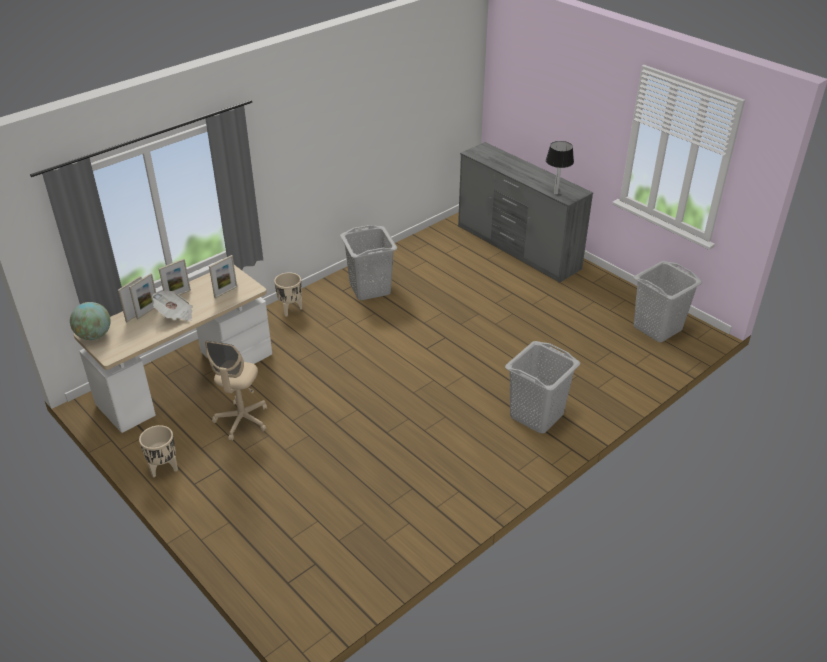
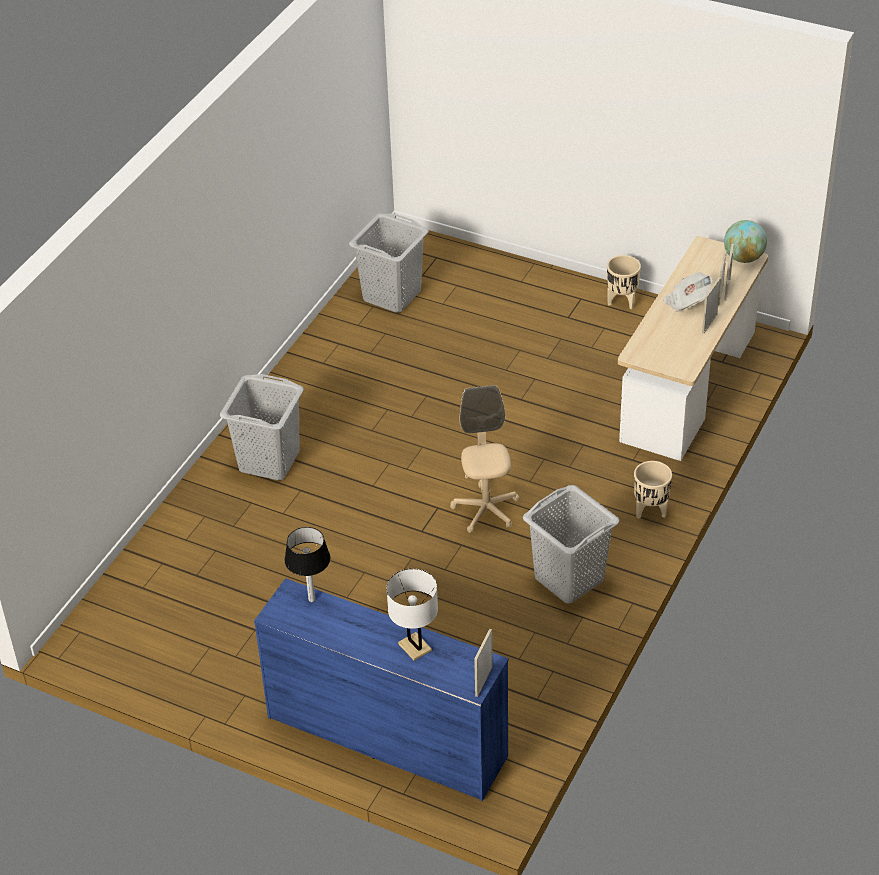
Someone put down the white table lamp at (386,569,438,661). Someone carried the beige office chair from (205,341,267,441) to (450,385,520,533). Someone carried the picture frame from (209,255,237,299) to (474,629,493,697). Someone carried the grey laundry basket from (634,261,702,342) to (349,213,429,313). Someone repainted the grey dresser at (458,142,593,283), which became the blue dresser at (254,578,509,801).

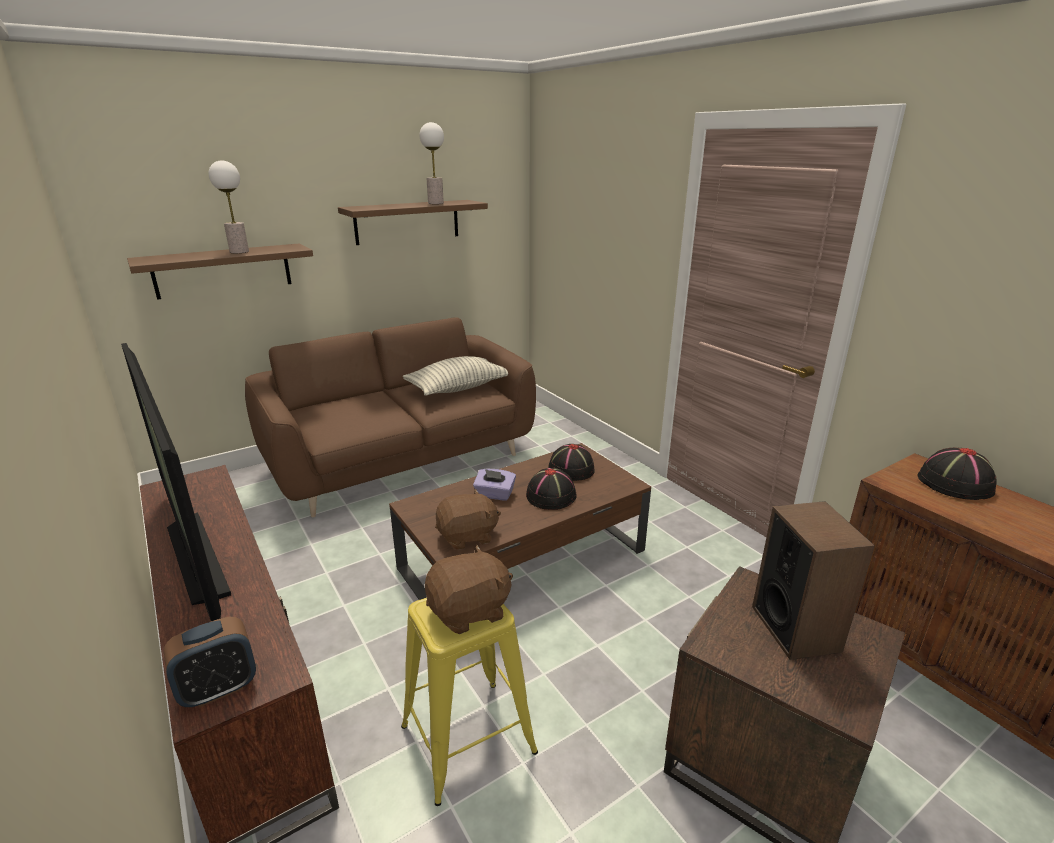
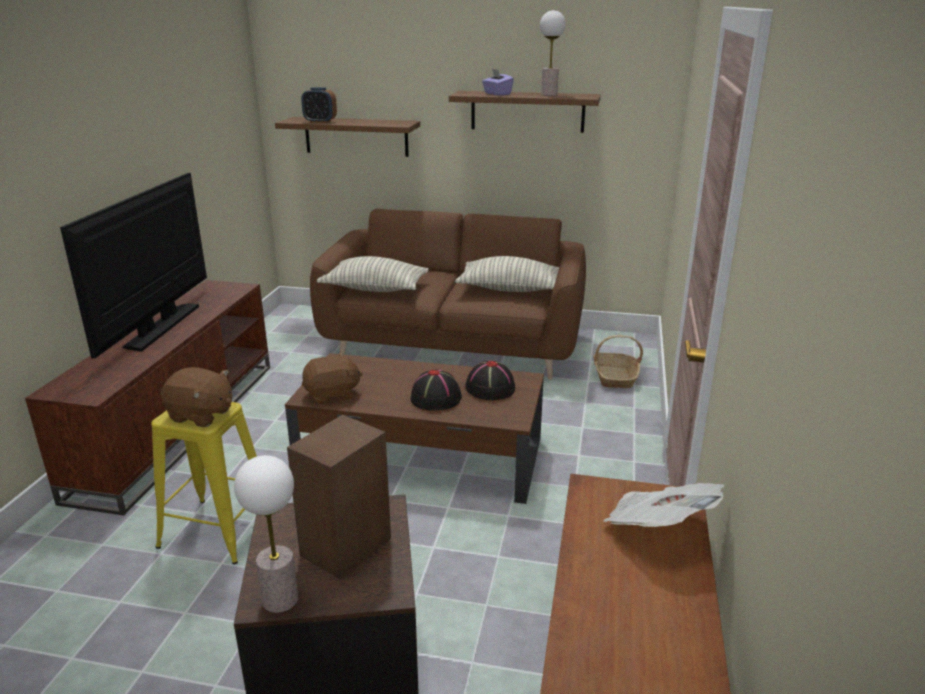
Someone put down the pillow at (317,256,429,292). Someone put down the basket at (593,335,643,388). Someone carried the alarm clock from (164,617,256,707) to (301,87,337,123). Someone carried the table lamp from (209,161,249,253) to (234,455,298,613). Someone carried the purple tissue box from (473,469,516,501) to (482,69,514,95). Someone swapped the black hat at (918,447,996,500) for the newspaper at (603,483,725,527). Someone rotated the brown plush toy at (435,489,501,550) by 45 degrees counterclockwise.

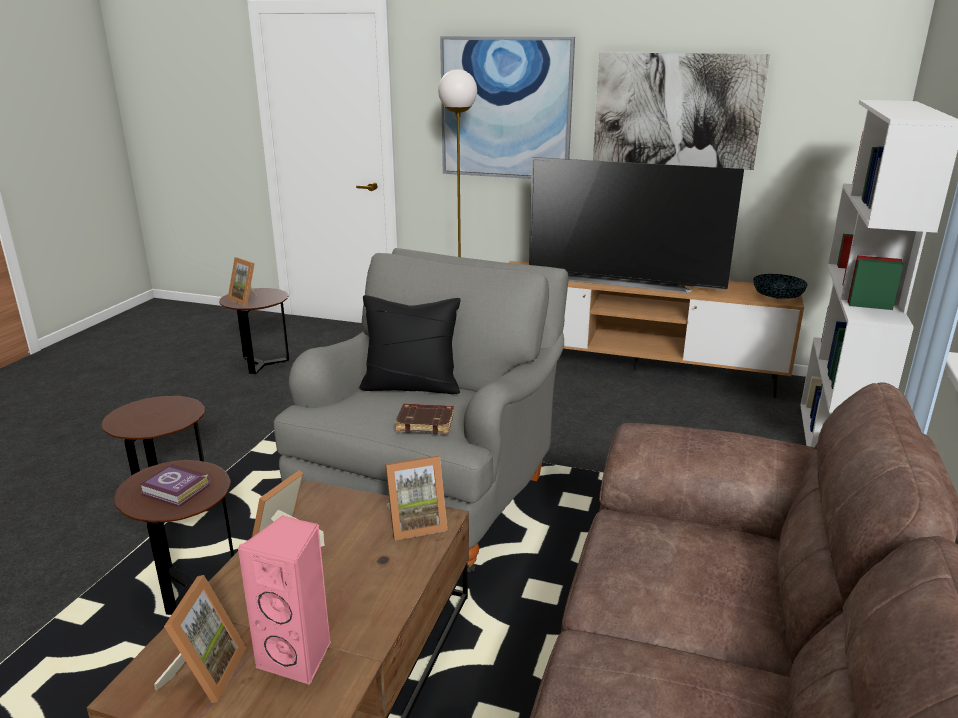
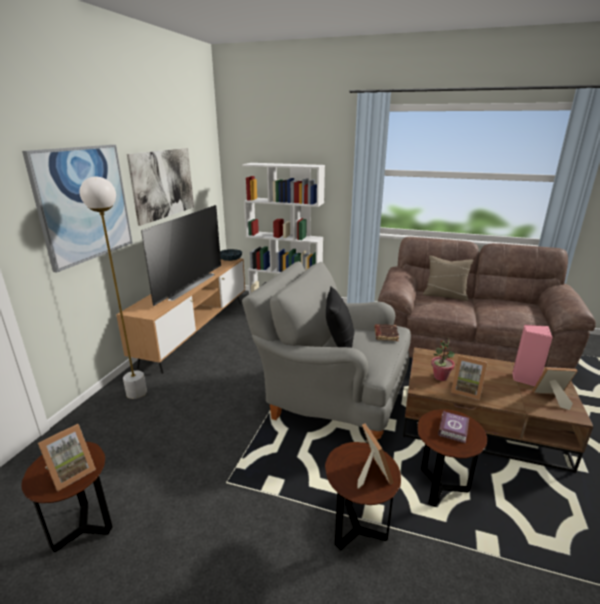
Someone put down the beige pillow at (423,255,473,301). Someone put down the potted plant at (431,339,455,381). Someone carried the picture frame from (385,456,448,541) to (357,423,394,489).

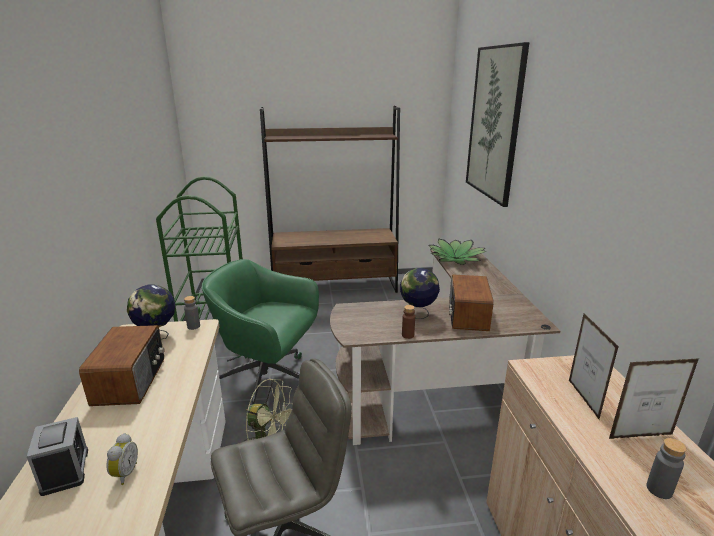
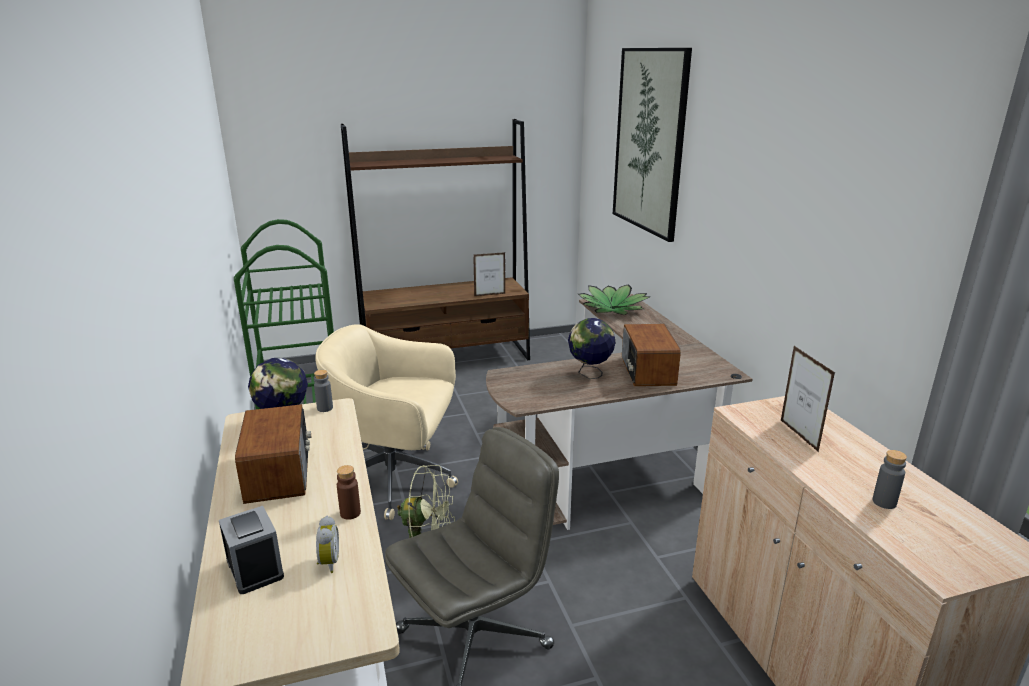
Someone carried the brown bottle from (402,305,415,339) to (337,465,361,520). Someone carried the picture frame from (609,359,699,439) to (473,252,505,297). Someone repainted the green office chair at (202,259,319,408), which became the beige office chair at (315,324,458,520).

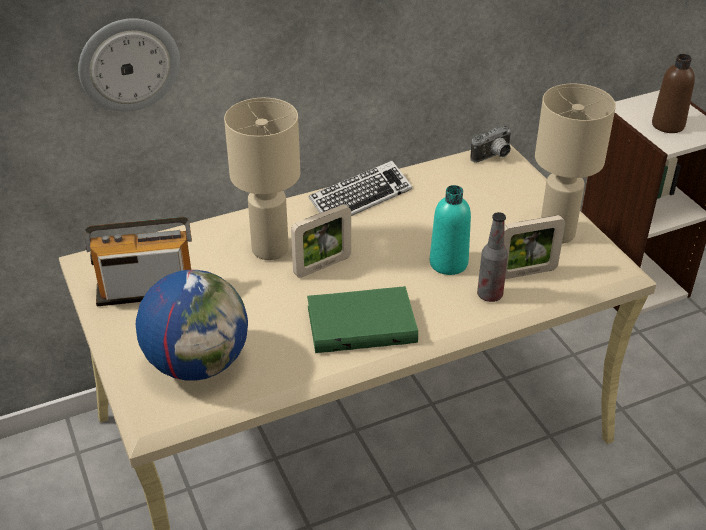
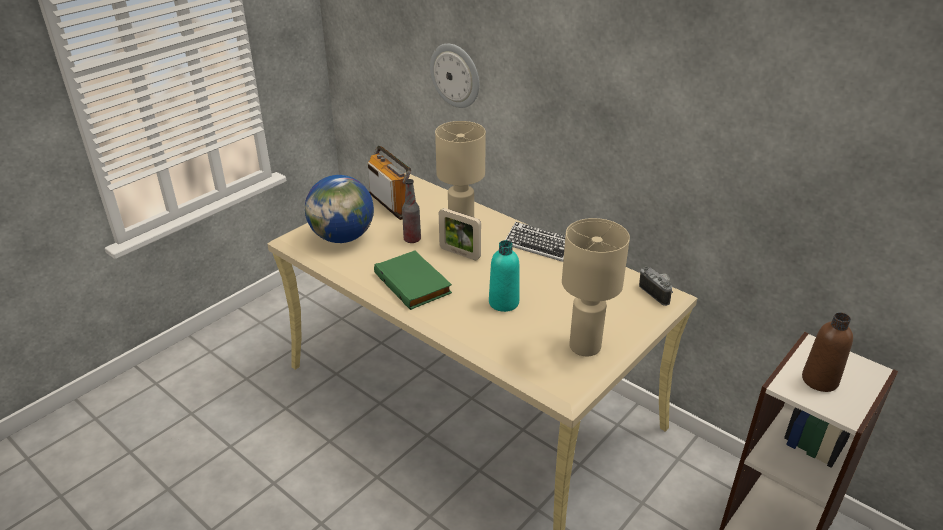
Someone took away the picture frame at (504,215,565,279). Someone carried the bottle from (477,212,508,302) to (402,179,421,243). Someone rotated the photo camera at (470,125,512,163) by 150 degrees counterclockwise.

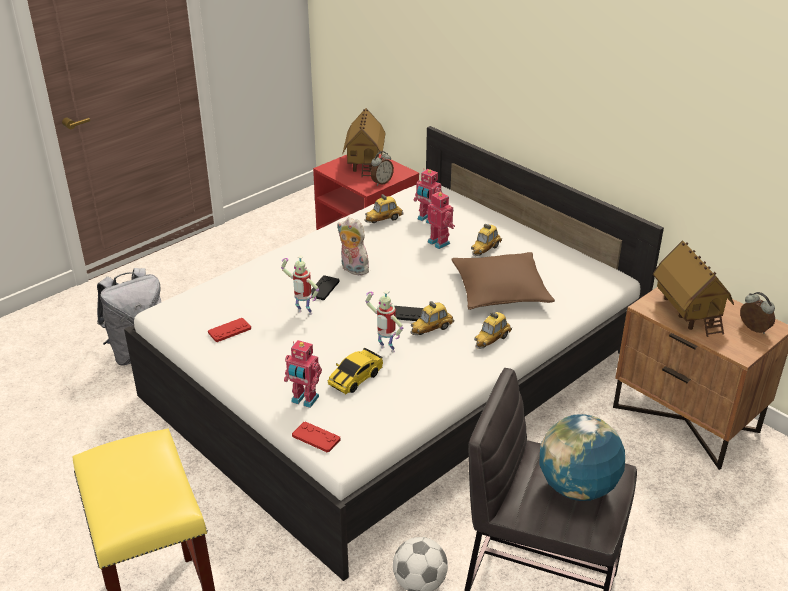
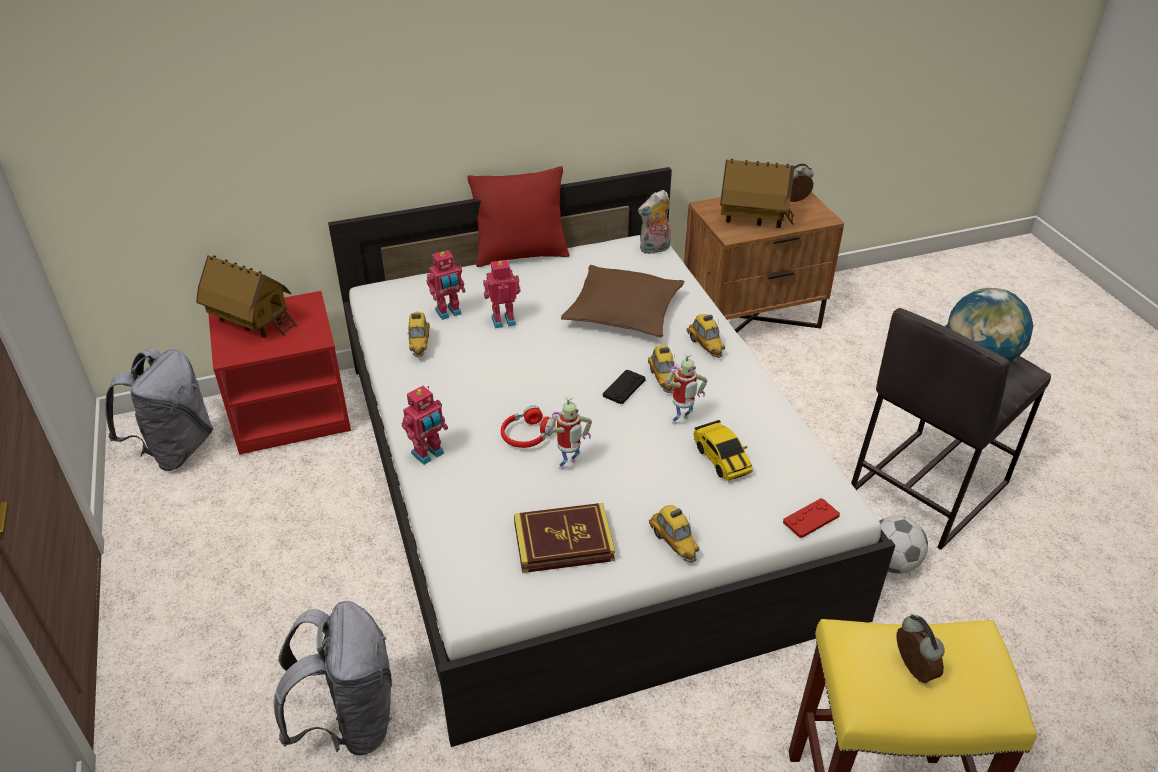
Someone put down the grey backpack at (105,348,213,471). Someone put down the red pillow at (468,166,570,267). Someone carried the toy robot from (284,340,322,408) to (402,386,448,465). Someone carried the plush toy from (337,217,369,275) to (638,190,671,254). Someone carried the alarm clock from (371,151,394,186) to (896,614,944,684). Someone carried the toy car from (471,224,502,256) to (649,505,700,563). Someone swapped the red game controller at (208,318,251,342) for the book at (514,503,615,573). Someone swapped the black game controller at (311,275,340,300) for the red headphones at (501,405,556,448).

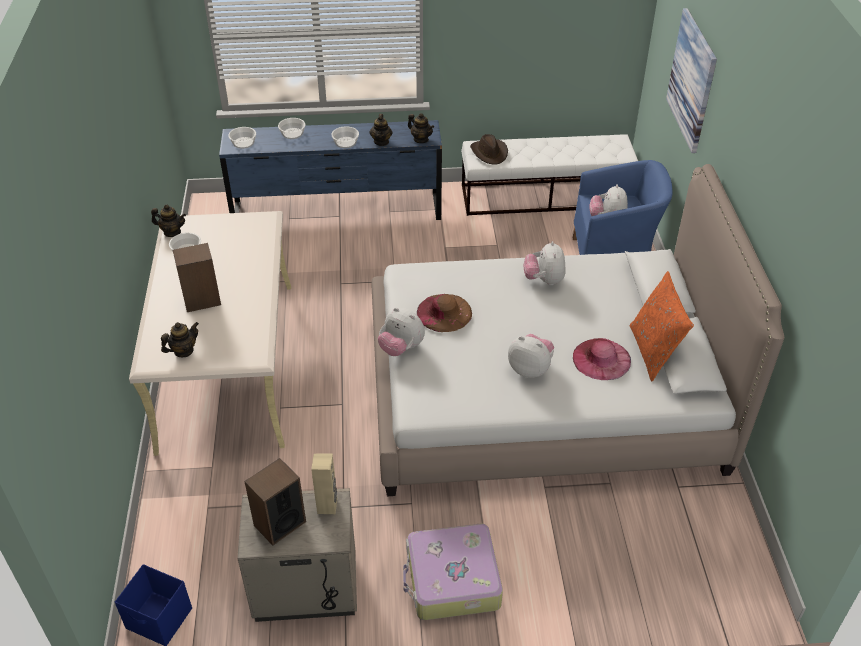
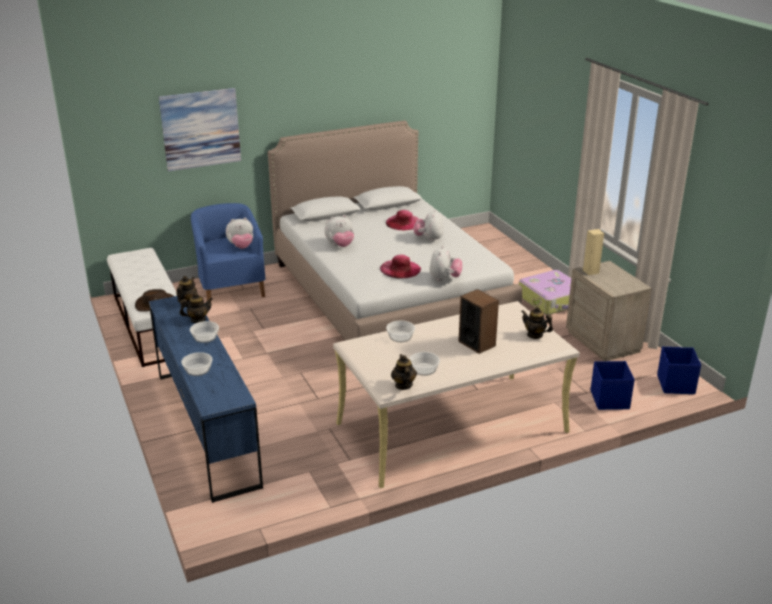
Someone took away the speaker at (244,458,306,546). Someone took away the orange pillow at (630,271,694,381). Someone put down the blue storage box at (591,361,635,410). Someone carried the bowl from (228,127,256,149) to (386,321,415,342). Someone repainted the brown hat at (417,294,472,332), which became the pink hat at (380,255,421,279).

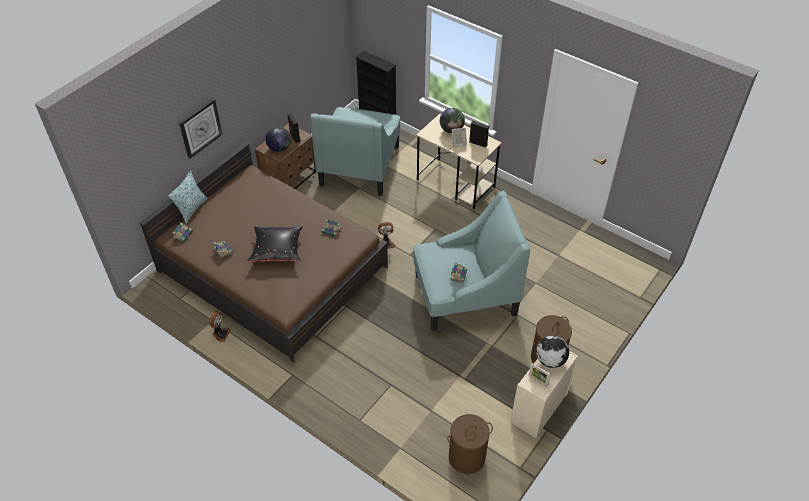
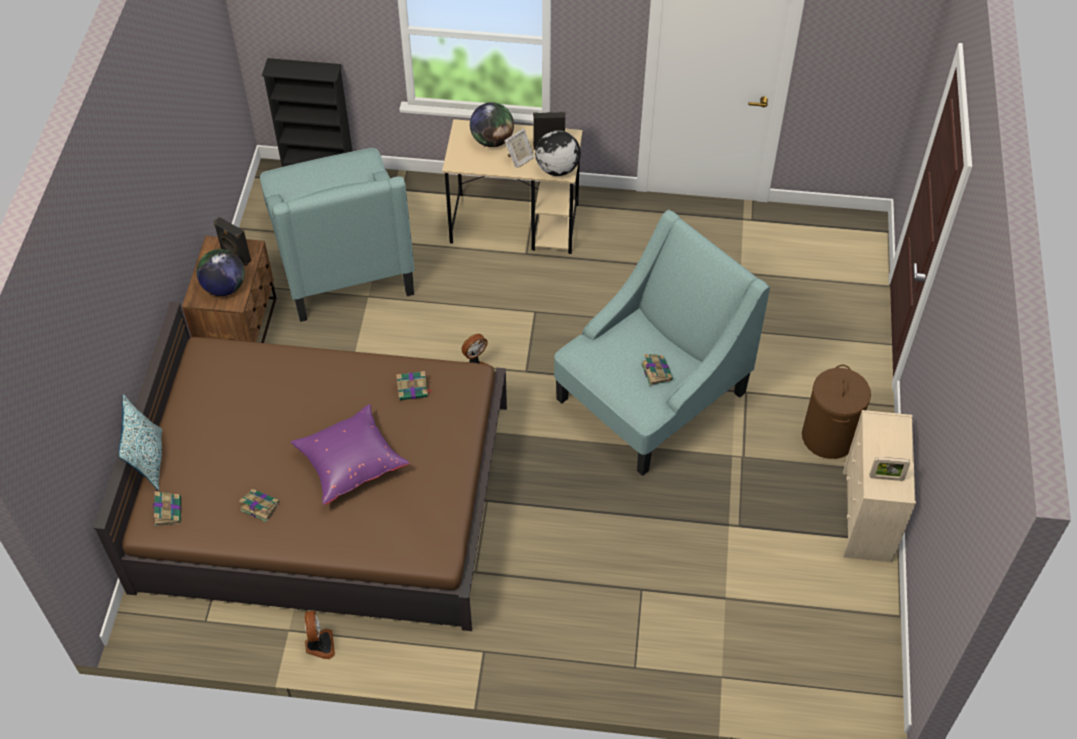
Someone took away the wall clock at (179,99,223,159). Someone took away the brown laundry basket at (447,414,493,474). Someone carried the globe from (536,335,569,368) to (535,130,581,176). Someone repainted the black pillow at (248,226,303,262), which became the purple pillow at (290,404,409,505).

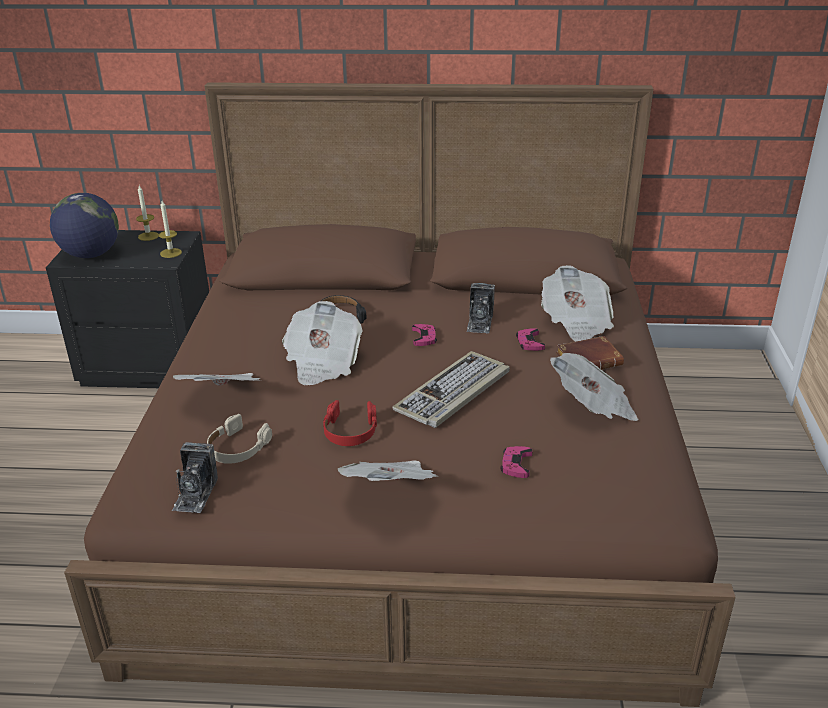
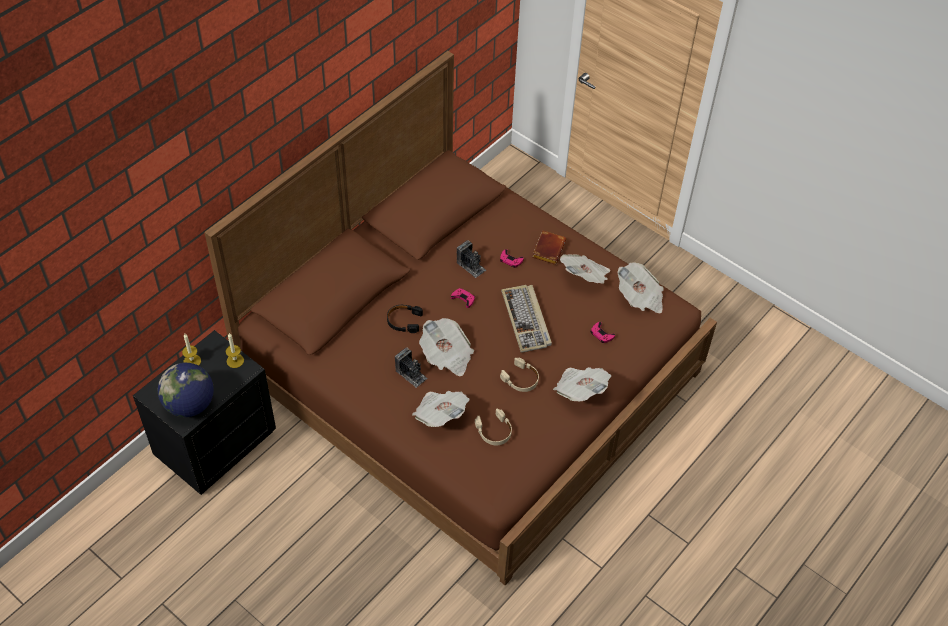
Someone carried the photo camera from (172,442,218,513) to (395,347,428,388). Someone carried the newspaper from (541,265,614,341) to (617,262,663,313). Someone repainted the red headphones at (324,400,377,446), which became the beige headphones at (500,358,539,392).

